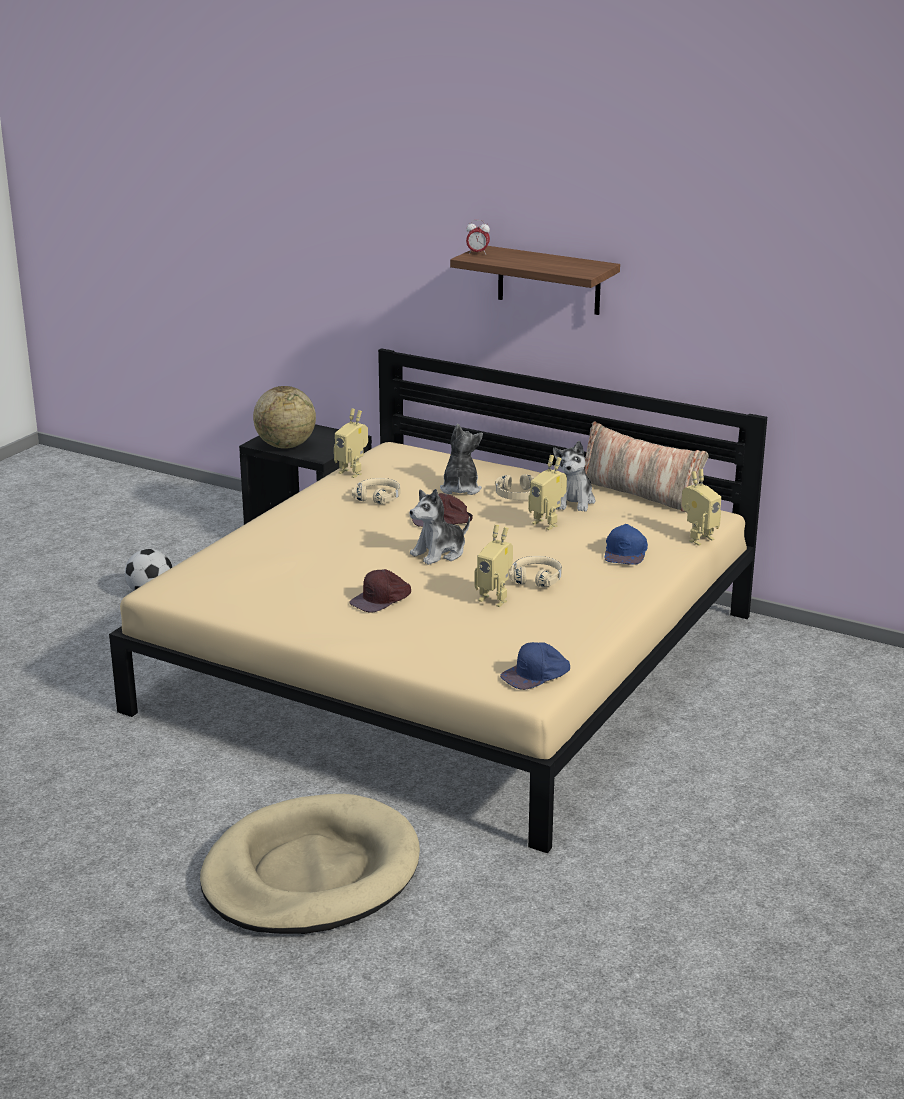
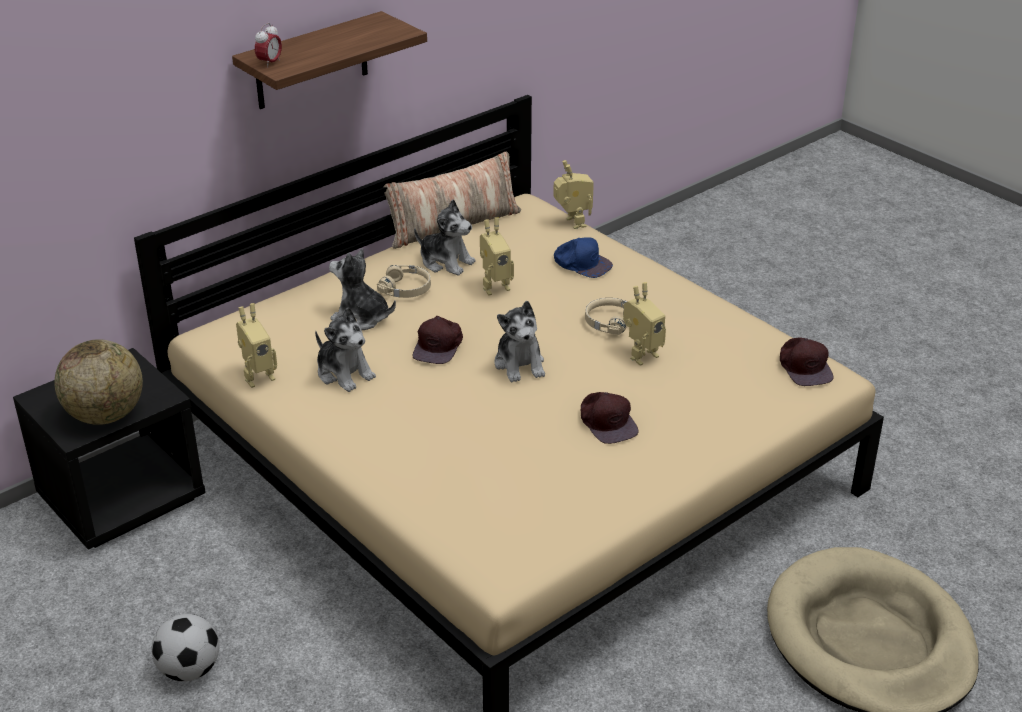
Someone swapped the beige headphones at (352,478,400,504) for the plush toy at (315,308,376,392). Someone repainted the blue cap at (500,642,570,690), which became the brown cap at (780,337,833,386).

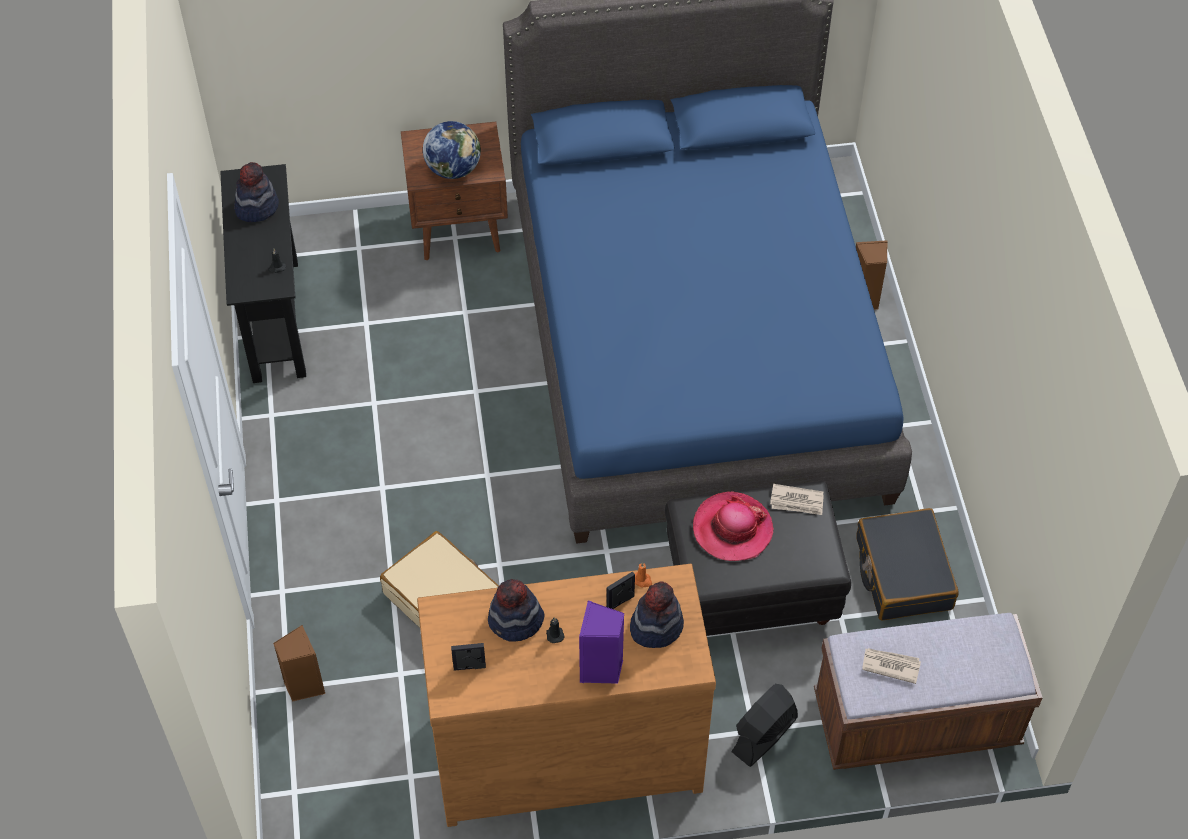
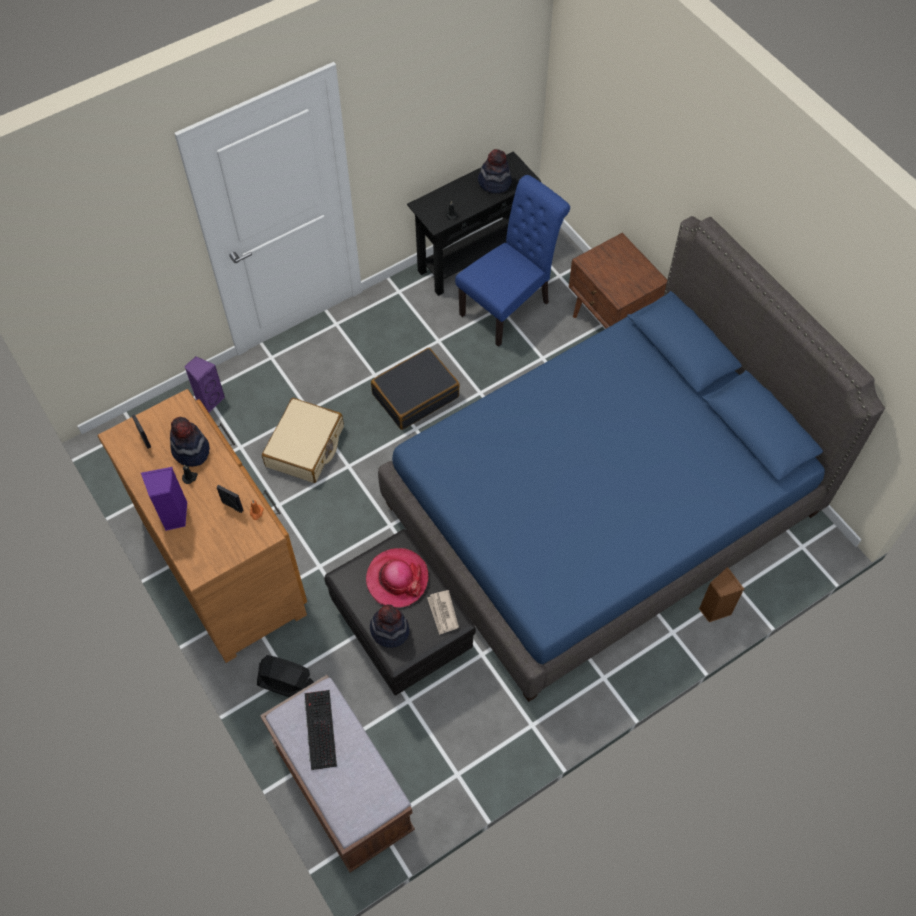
Someone took away the globe at (423,121,481,179). Someone put down the blue chair at (455,175,570,347). Someone carried the hat from (630,581,684,648) to (370,605,409,648). Someone carried the black suitcase from (856,508,959,621) to (371,348,460,430). Someone swapped the newspaper at (862,648,921,684) for the keyboard at (304,690,337,770). Someone repainted the brown speaker at (273,625,325,702), which became the purple speaker at (184,356,225,412).

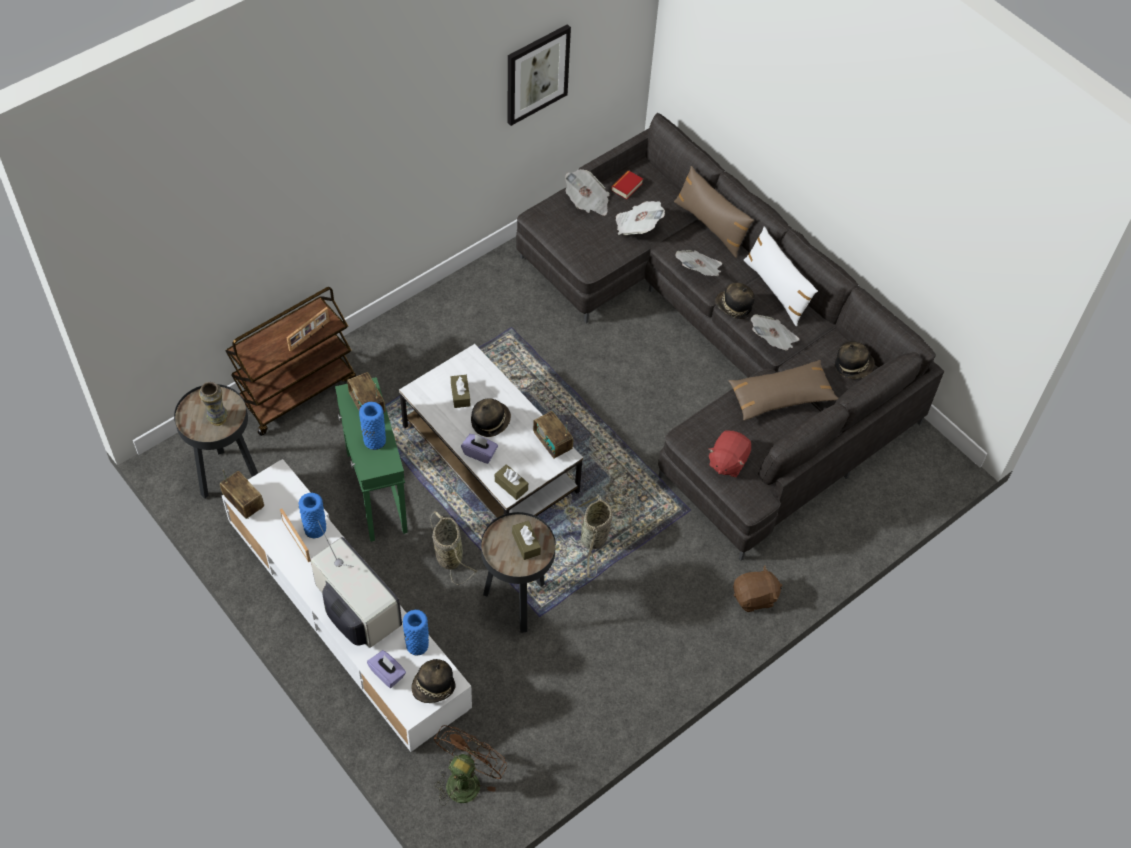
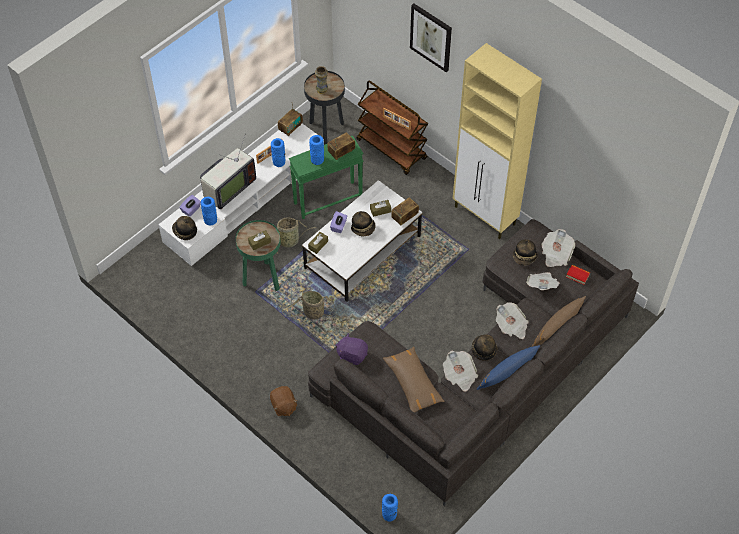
Someone took away the brown fan at (434,725,507,806). Someone put down the blue vase at (382,494,398,522). Someone put down the beige cabinet at (453,43,542,239). Someone carried the picture from (507,24,571,126) to (410,4,452,72). Someone carried the radio from (533,411,573,459) to (391,197,419,226). Someone carried the hat from (835,341,875,379) to (513,239,538,265). Someone repainted the black side table at (481,512,556,633), which became the green side table at (236,220,281,291). Someone repainted the red plush toy at (708,430,751,477), which became the purple plush toy at (335,333,368,365). Someone repainted the white pillow at (744,226,818,326), which became the blue pillow at (477,345,540,390).

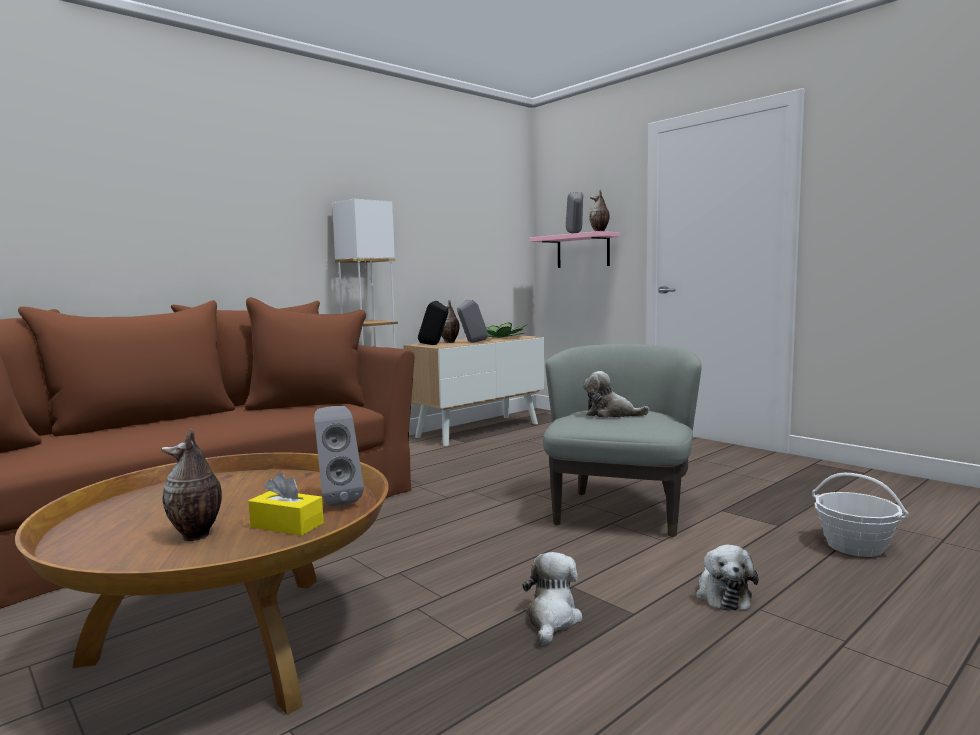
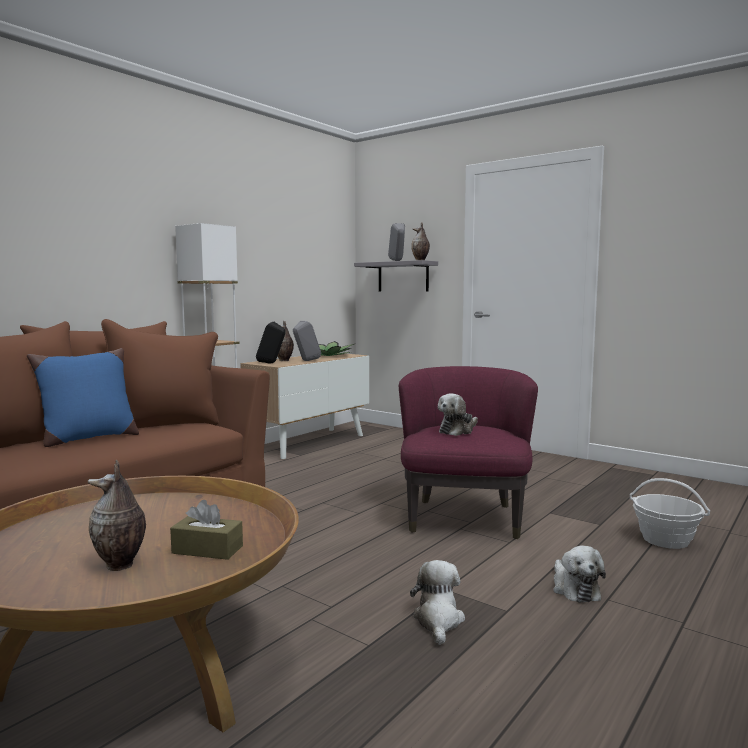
Someone took away the grey speaker at (314,406,364,506). Someone put down the blue pillow at (27,348,139,447). Someone repainted the yellow tissue box at (249,473,324,536), which became the brown tissue box at (170,500,243,560). Someone repainted the pink shelf at (530,231,620,268), which became the grey shelf at (354,260,438,291). Someone repainted the grey armchair at (543,344,702,537), which became the purple armchair at (399,366,538,539). Someone rotated the plush toy at (583,371,649,418) by 60 degrees counterclockwise.

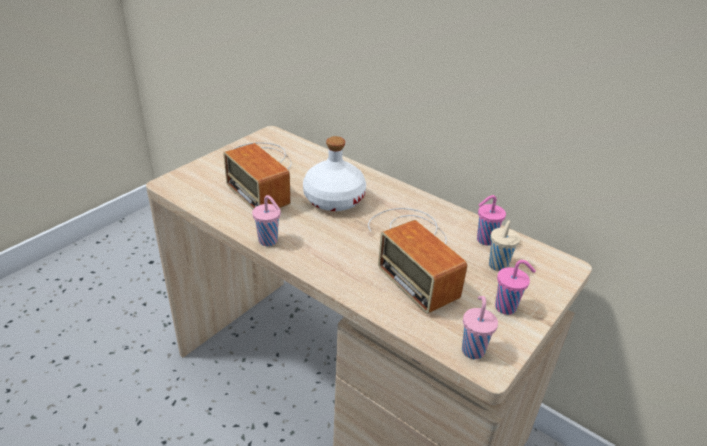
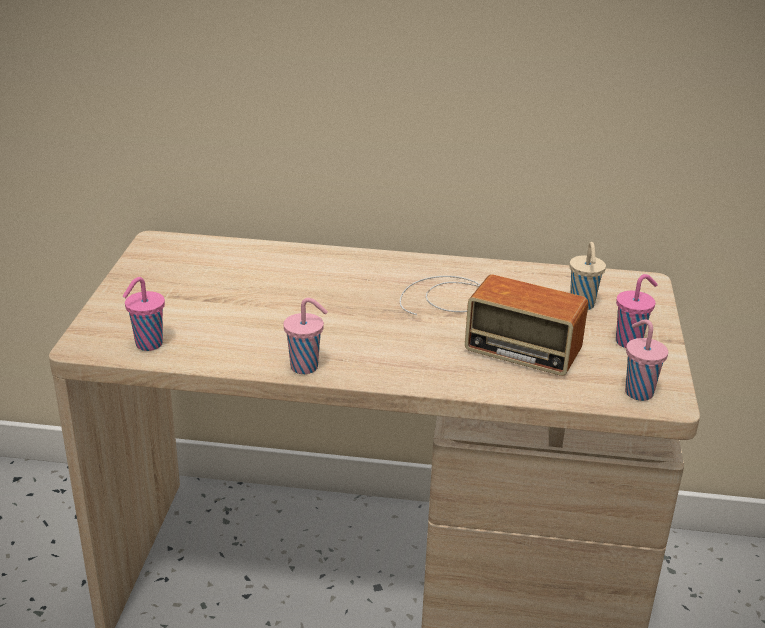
Someone took away the radio at (223,142,292,209). Someone took away the white bottle at (303,136,366,211). Someone carried the pink cup from (477,195,506,246) to (123,277,165,351).

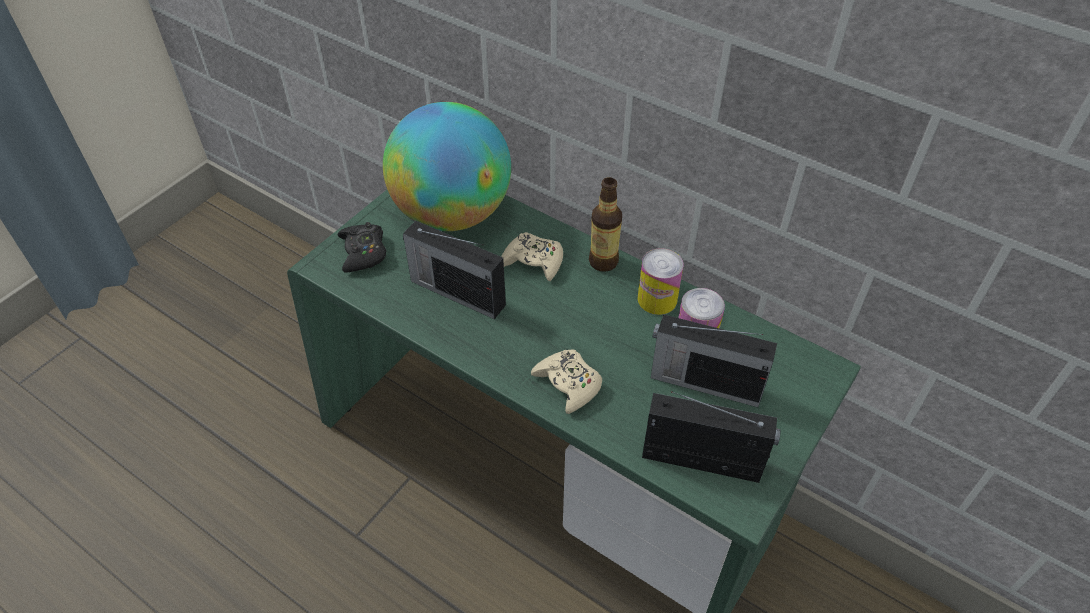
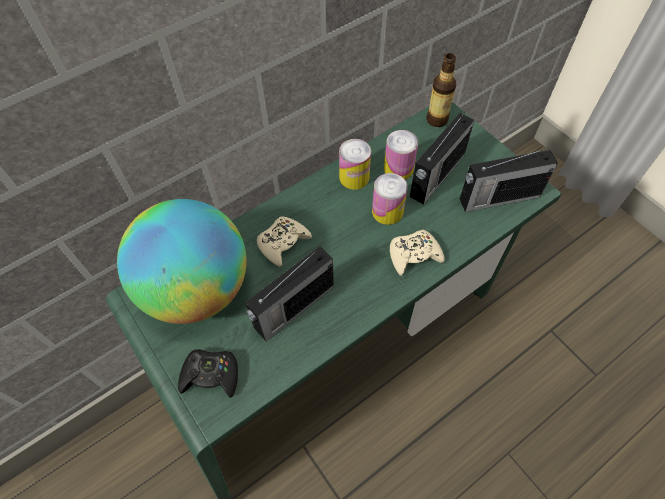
Someone put down the can at (372,173,408,225). Someone carried the bottle from (589,177,622,272) to (426,53,456,127). Someone rotated the radio at (642,391,781,483) by 135 degrees counterclockwise.

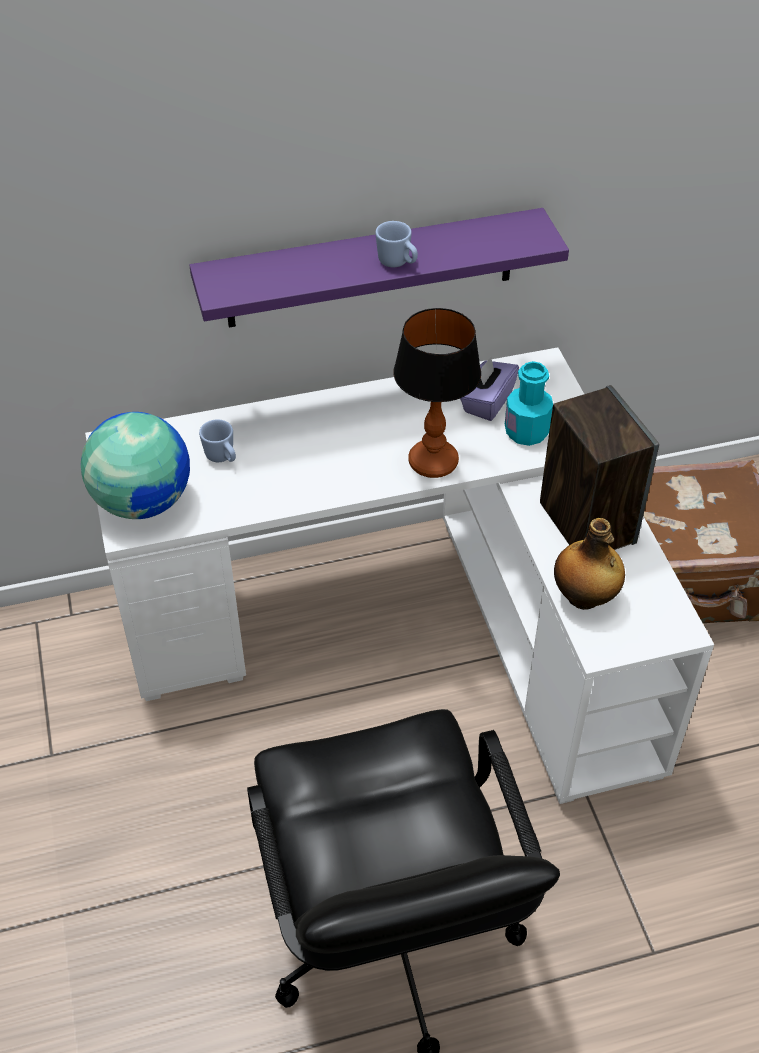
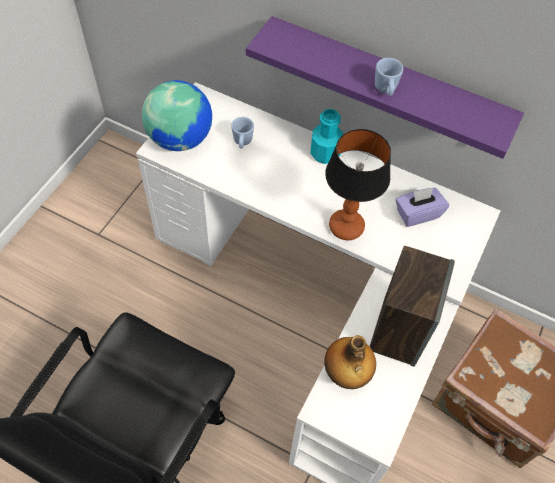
Someone carried the turquoise bottle from (505,361,553,446) to (310,109,343,164).

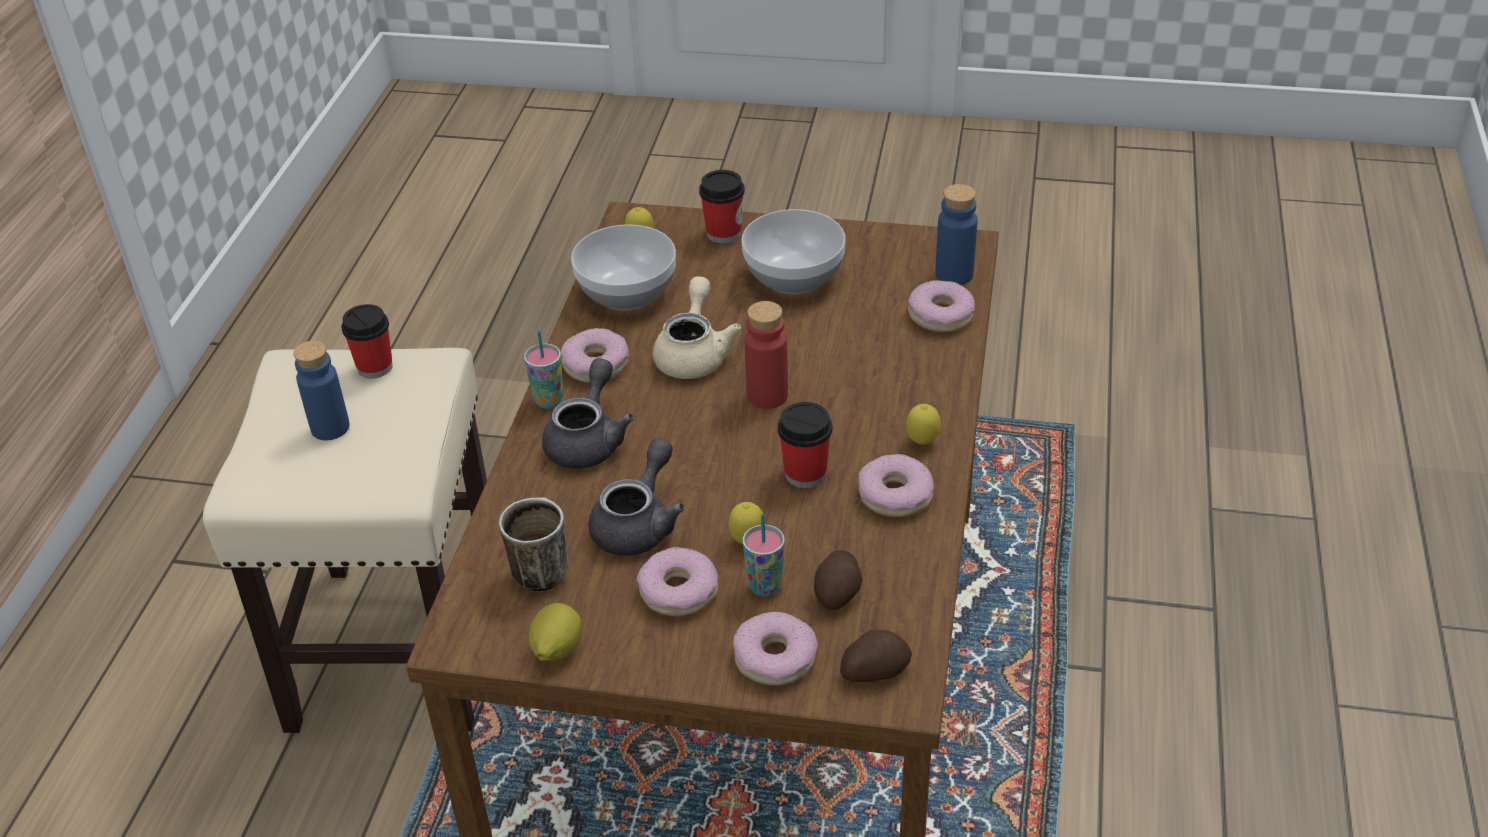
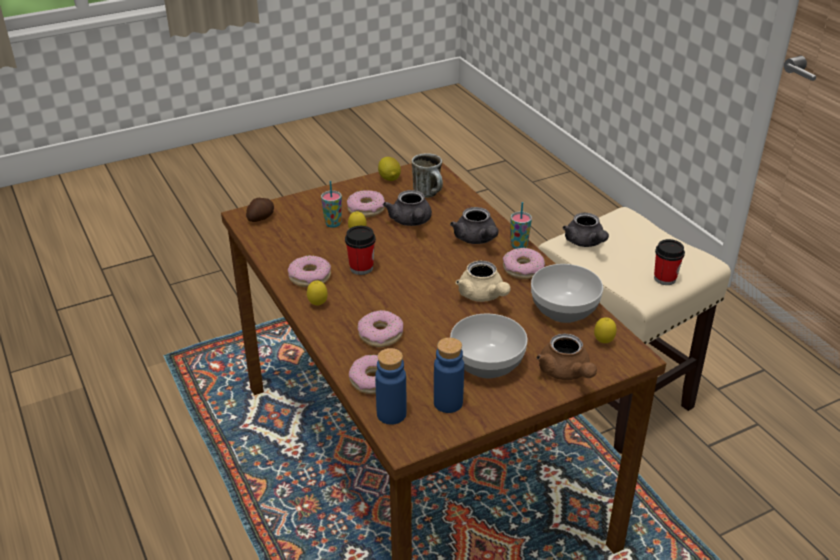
Someone took away the red bottle at (745,301,788,409). Someone took away the potato at (814,550,863,610). Someone put down the grey teapot at (563,213,609,247). Someone carried the blue bottle from (293,341,350,440) to (434,337,464,413). Someone carried the donut from (733,612,818,685) to (357,310,403,347). Someone swapped the cup at (699,170,745,244) for the brown teapot at (536,333,597,380).

